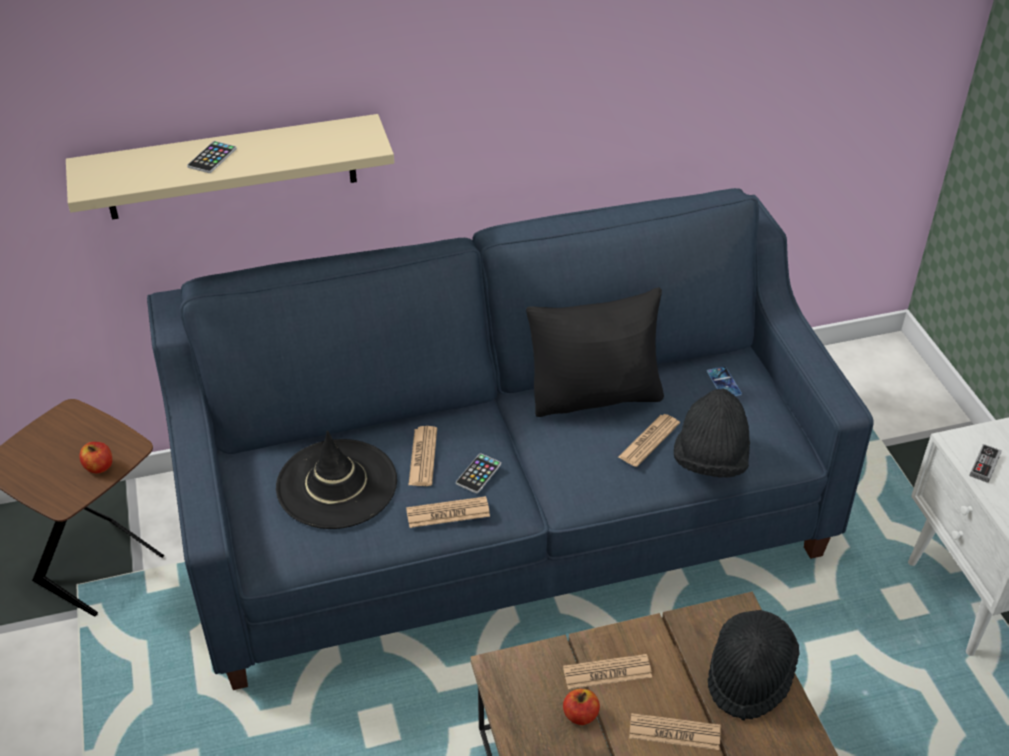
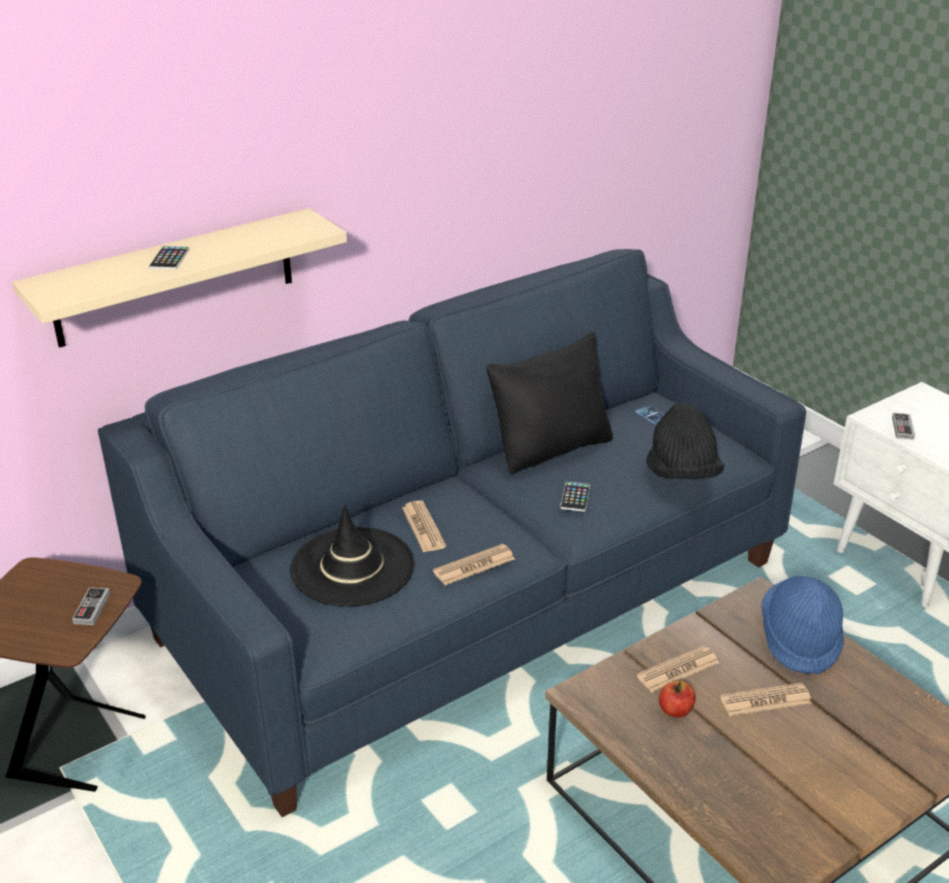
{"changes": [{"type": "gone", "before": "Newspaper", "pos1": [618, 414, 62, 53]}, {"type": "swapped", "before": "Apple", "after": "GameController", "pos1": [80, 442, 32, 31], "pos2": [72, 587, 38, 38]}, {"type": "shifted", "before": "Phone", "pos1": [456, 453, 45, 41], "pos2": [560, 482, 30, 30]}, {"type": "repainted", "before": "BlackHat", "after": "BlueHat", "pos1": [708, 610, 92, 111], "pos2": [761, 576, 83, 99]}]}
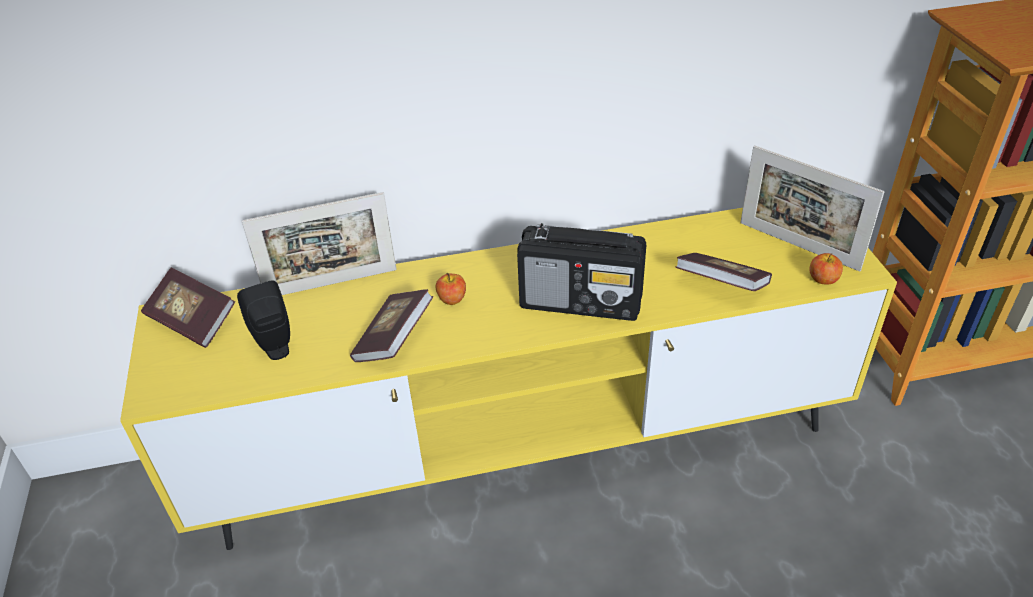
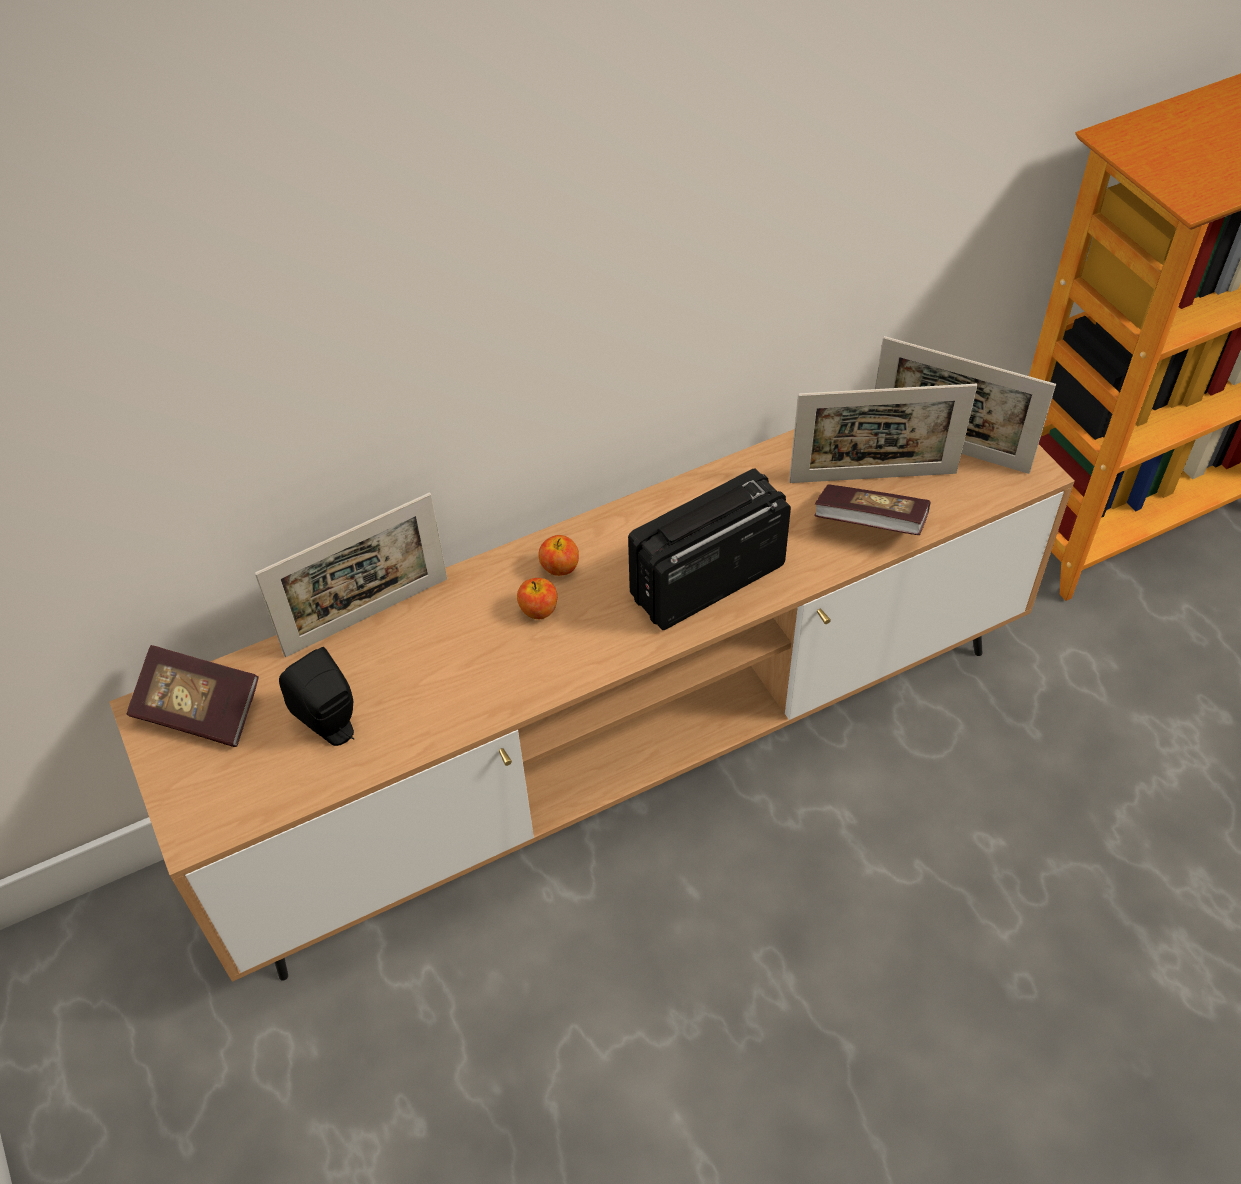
{"changes": [{"type": "repainted", "before": "YellowTvStand", "after": "BrownTvStand", "pos1": [120, 208, 777, 342], "pos2": [109, 429, 966, 553]}, {"type": "rotated", "before": "Radio", "pos1": [517, 223, 129, 98], "pos2": [628, 468, 163, 162], "turn": 150}, {"type": "shifted", "before": "Apple", "pos1": [809, 253, 34, 31], "pos2": [538, 535, 41, 41]}, {"type": "gone", "before": "Book", "pos1": [350, 289, 83, 73]}, {"type": "new", "after": "PictureFrame", "pos2": [789, 384, 188, 99]}]}
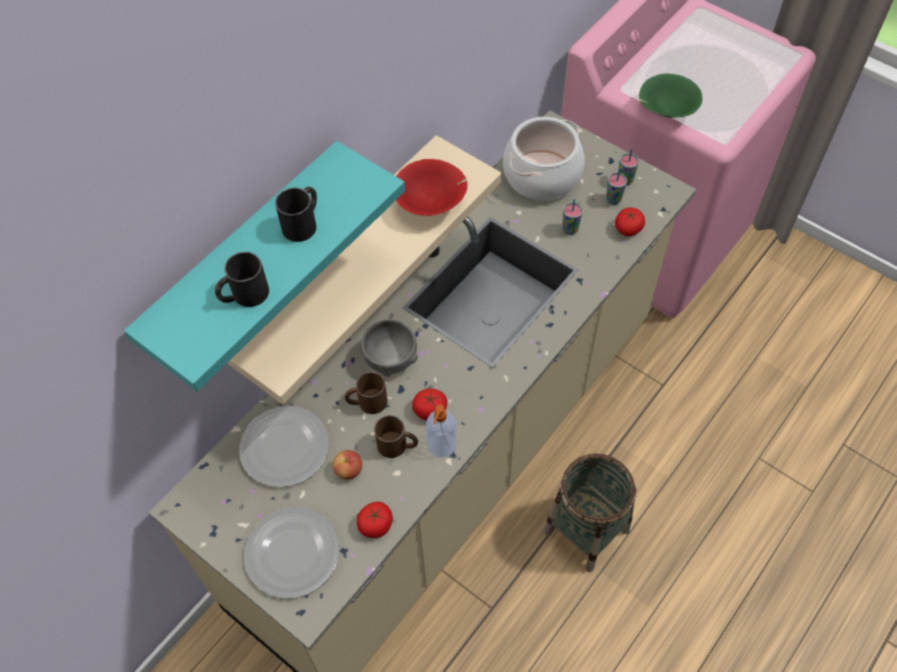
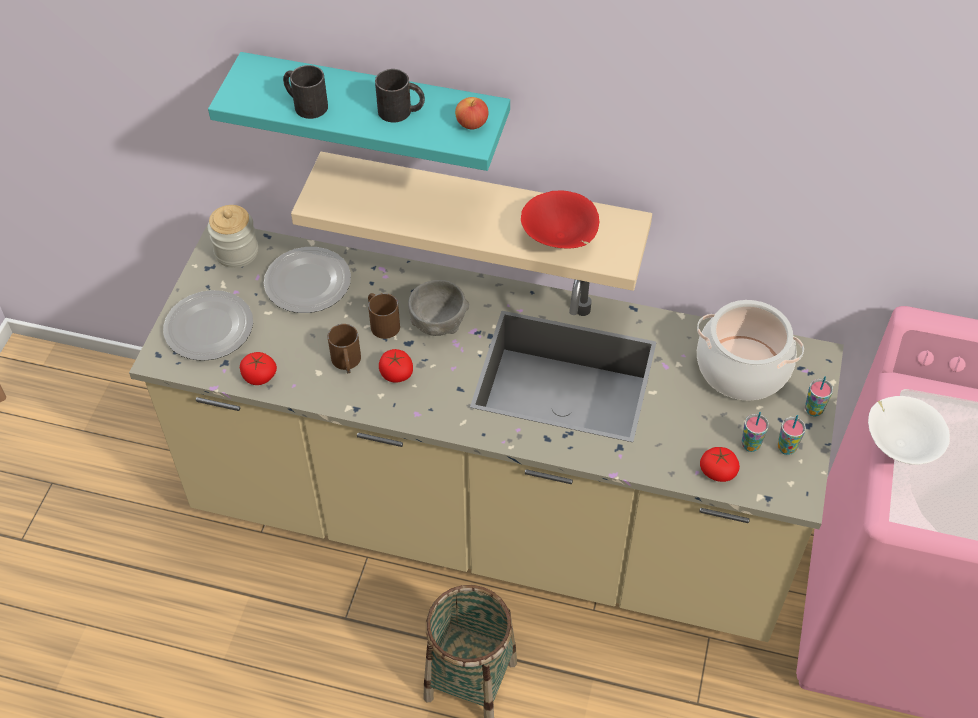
{"changes": [{"type": "repainted", "before": "GreenBowl", "after": "WhiteBowl", "pos1": [639, 73, 63, 45], "pos2": [868, 396, 82, 69]}, {"type": "shifted", "before": "Cup", "pos1": [562, 199, 21, 36], "pos2": [805, 376, 28, 40]}, {"type": "gone", "before": "SoapDispenser", "pos1": [426, 405, 30, 52]}, {"type": "shifted", "before": "Apple", "pos1": [333, 450, 29, 30], "pos2": [455, 97, 34, 32]}, {"type": "new", "after": "Jar", "pos2": [208, 205, 50, 63]}]}
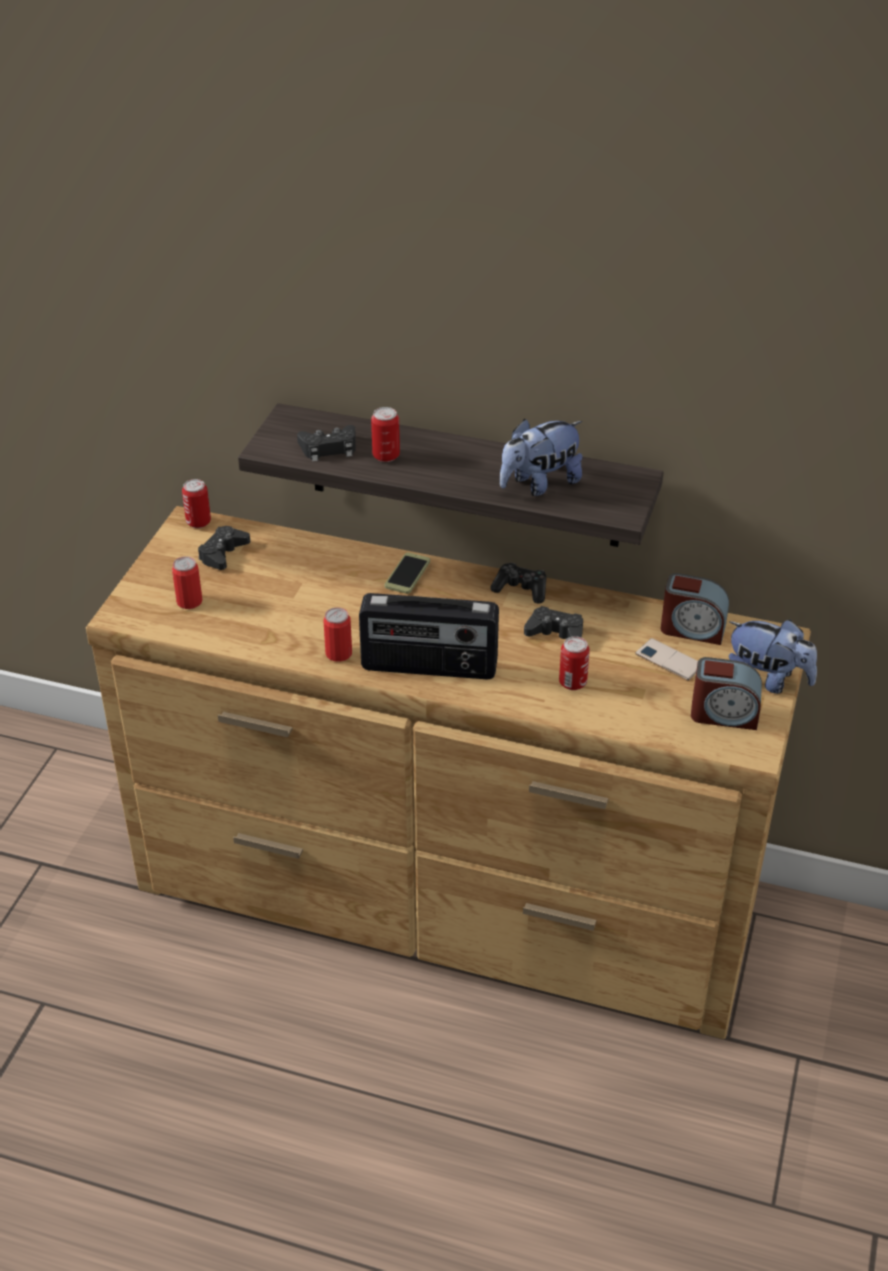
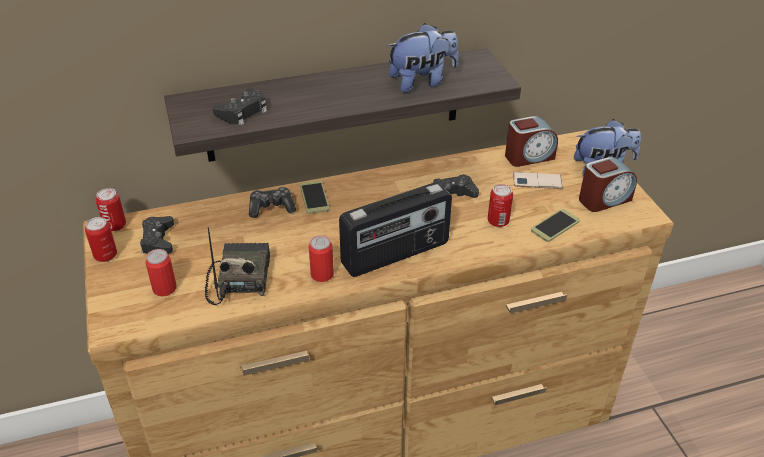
{"changes": [{"type": "shifted", "before": "Can", "pos1": [371, 407, 29, 55], "pos2": [85, 217, 32, 45]}, {"type": "rotated", "before": "PlushToy", "pos1": [500, 419, 83, 77], "pos2": [387, 23, 72, 70], "turn": -135}, {"type": "shifted", "before": "GameController", "pos1": [491, 563, 56, 41], "pos2": [249, 187, 47, 31]}, {"type": "new", "after": "Phone", "pos2": [531, 209, 49, 33]}, {"type": "new", "after": "Radio", "pos2": [205, 227, 65, 78]}]}
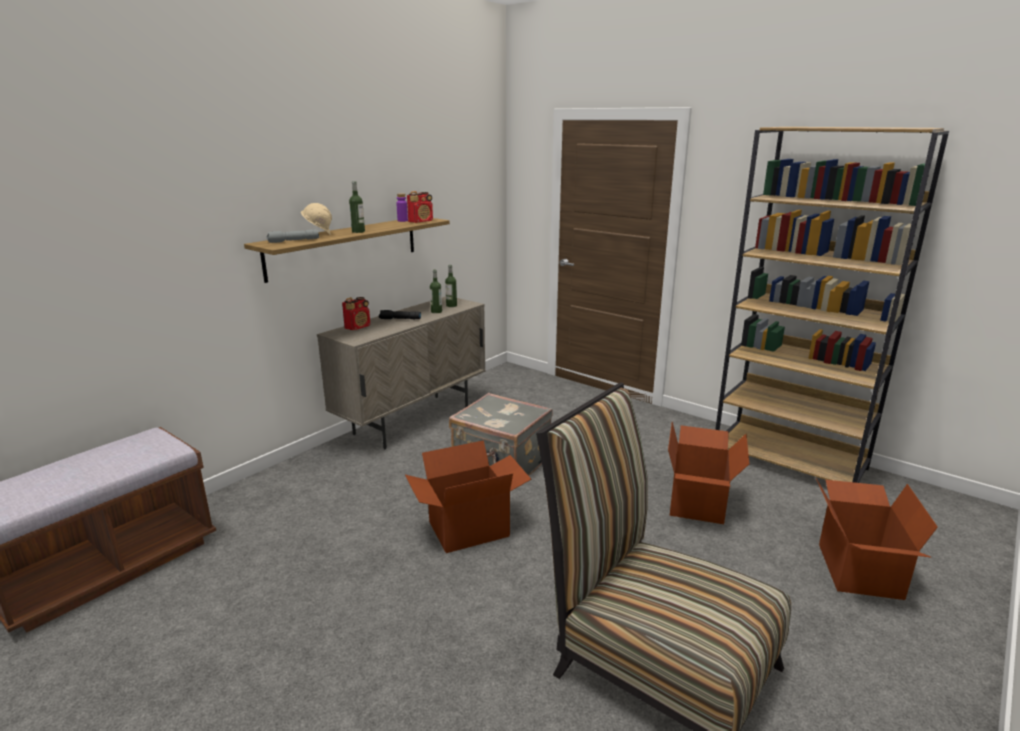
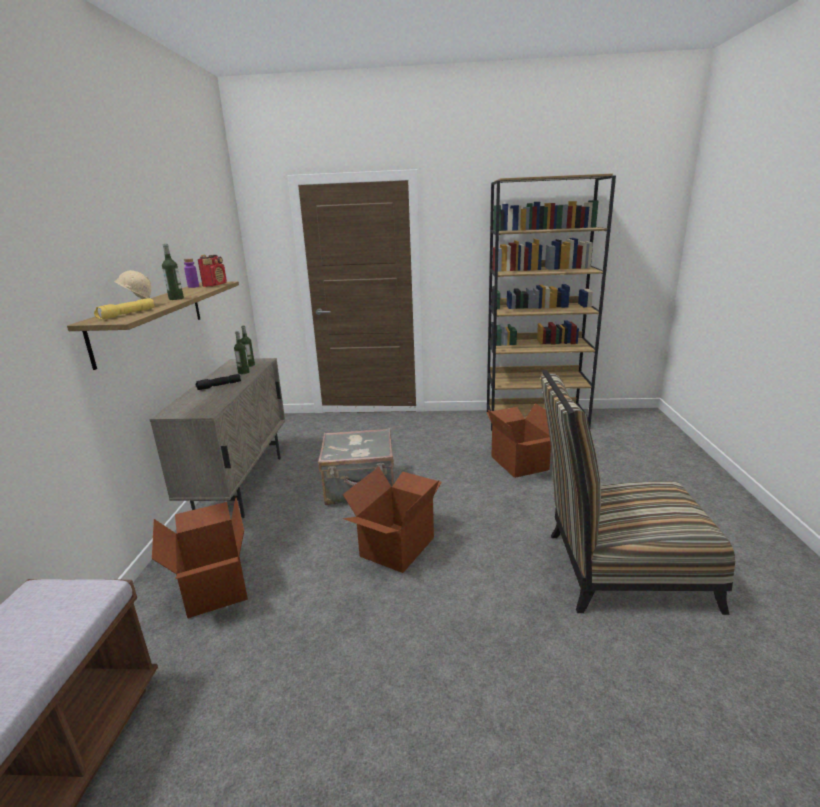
{"changes": [{"type": "repainted", "before": "GreyFlashlight", "after": "YellowFlashlight", "pos1": [267, 229, 52, 14], "pos2": [94, 298, 61, 21]}, {"type": "gone", "before": "Radio", "pos1": [342, 297, 28, 33]}, {"type": "shifted", "before": "CardboardBox", "pos1": [816, 478, 122, 122], "pos2": [152, 497, 96, 121]}]}
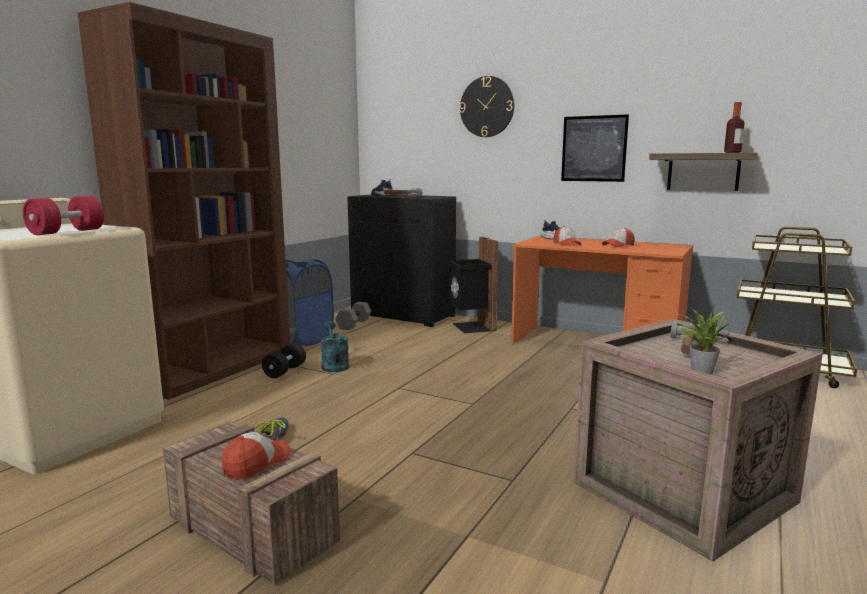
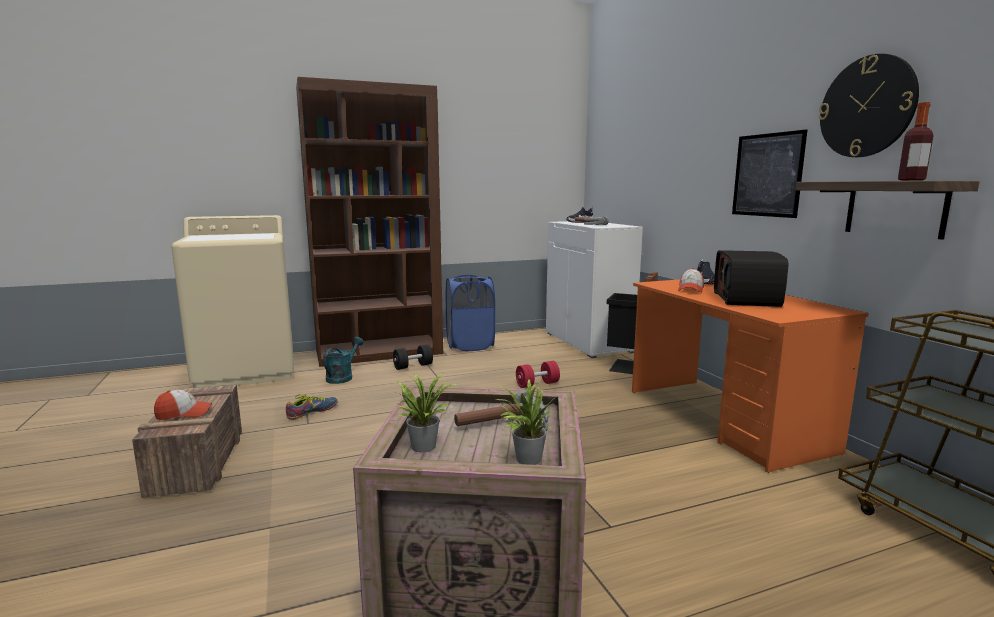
{"changes": [{"type": "shifted", "before": "WallClock", "pos1": [460, 76, 55, 61], "pos2": [818, 54, 101, 103]}, {"type": "repainted", "before": "BlackCabinet", "after": "WhiteCabinet", "pos1": [347, 195, 109, 132], "pos2": [546, 221, 97, 137]}, {"type": "shifted", "before": "RedDumbbell", "pos1": [23, 196, 81, 39], "pos2": [516, 361, 44, 27]}, {"type": "swapped", "before": "Cap", "after": "Radio", "pos1": [602, 228, 33, 19], "pos2": [714, 250, 75, 57]}, {"type": "gone", "before": "GreyDumbbell", "pos1": [335, 302, 36, 28]}, {"type": "shifted", "before": "TurquoiseWateringCan", "pos1": [321, 321, 28, 51], "pos2": [323, 337, 41, 47]}, {"type": "new", "after": "PottedPlant", "pos2": [497, 379, 60, 86]}]}
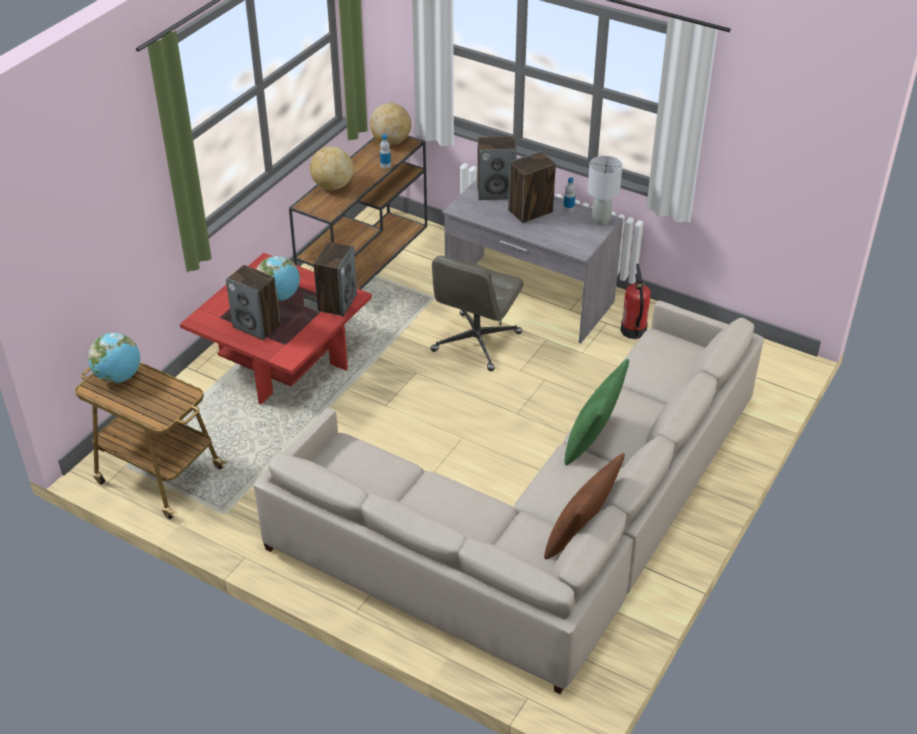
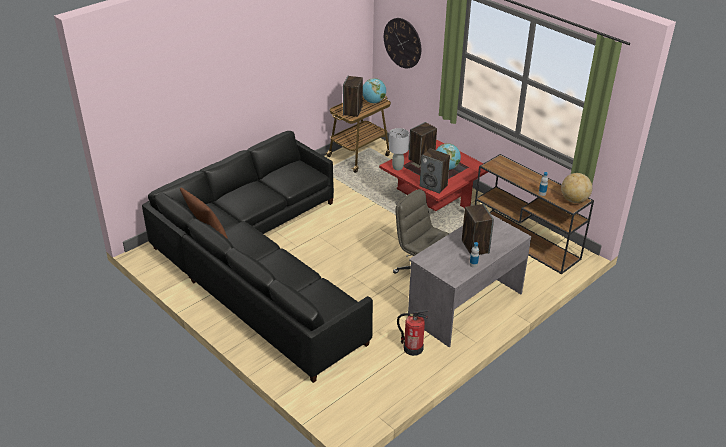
{"changes": [{"type": "shifted", "before": "Speaker", "pos1": [477, 136, 40, 64], "pos2": [343, 76, 20, 41]}, {"type": "gone", "before": "Globe", "pos1": [310, 146, 43, 44]}, {"type": "shifted", "before": "GreyTableLamp", "pos1": [588, 156, 35, 70], "pos2": [389, 128, 20, 42]}, {"type": "repainted", "before": "BeigeSofa", "after": "BlackSofa", "pos1": [253, 300, 511, 394], "pos2": [142, 131, 231, 252]}, {"type": "gone", "before": "GreenPillow", "pos1": [564, 359, 65, 106]}, {"type": "new", "after": "WallClock", "pos2": [384, 18, 37, 50]}]}
